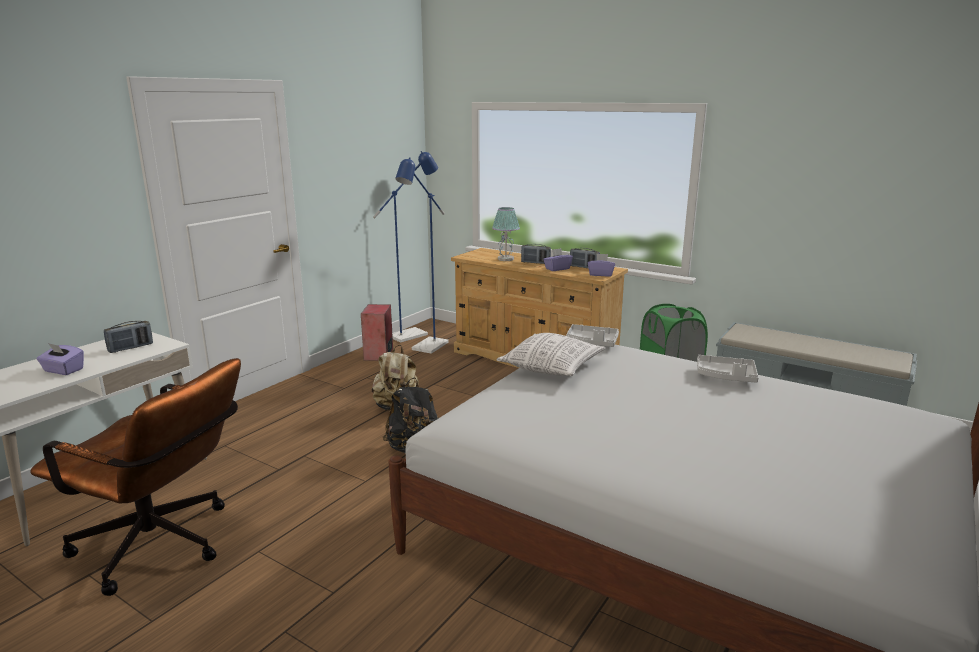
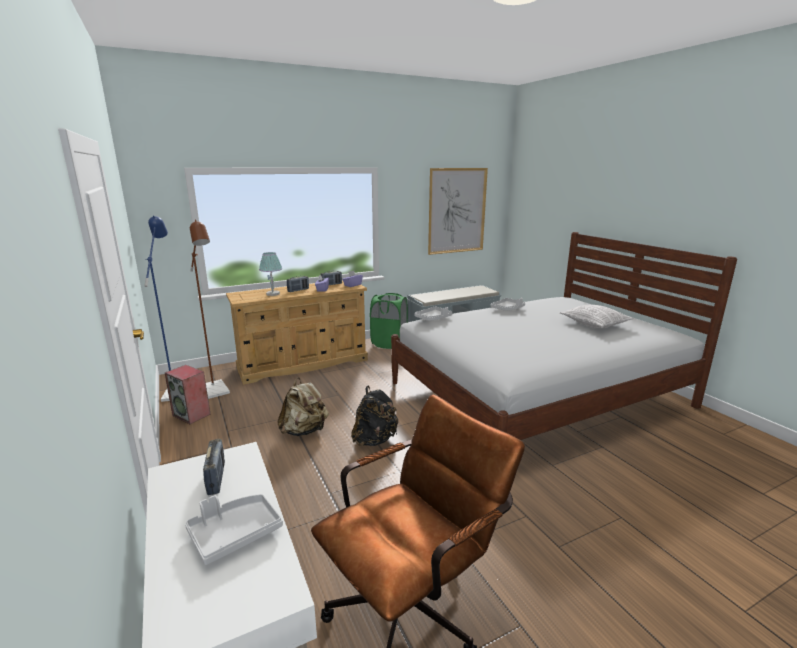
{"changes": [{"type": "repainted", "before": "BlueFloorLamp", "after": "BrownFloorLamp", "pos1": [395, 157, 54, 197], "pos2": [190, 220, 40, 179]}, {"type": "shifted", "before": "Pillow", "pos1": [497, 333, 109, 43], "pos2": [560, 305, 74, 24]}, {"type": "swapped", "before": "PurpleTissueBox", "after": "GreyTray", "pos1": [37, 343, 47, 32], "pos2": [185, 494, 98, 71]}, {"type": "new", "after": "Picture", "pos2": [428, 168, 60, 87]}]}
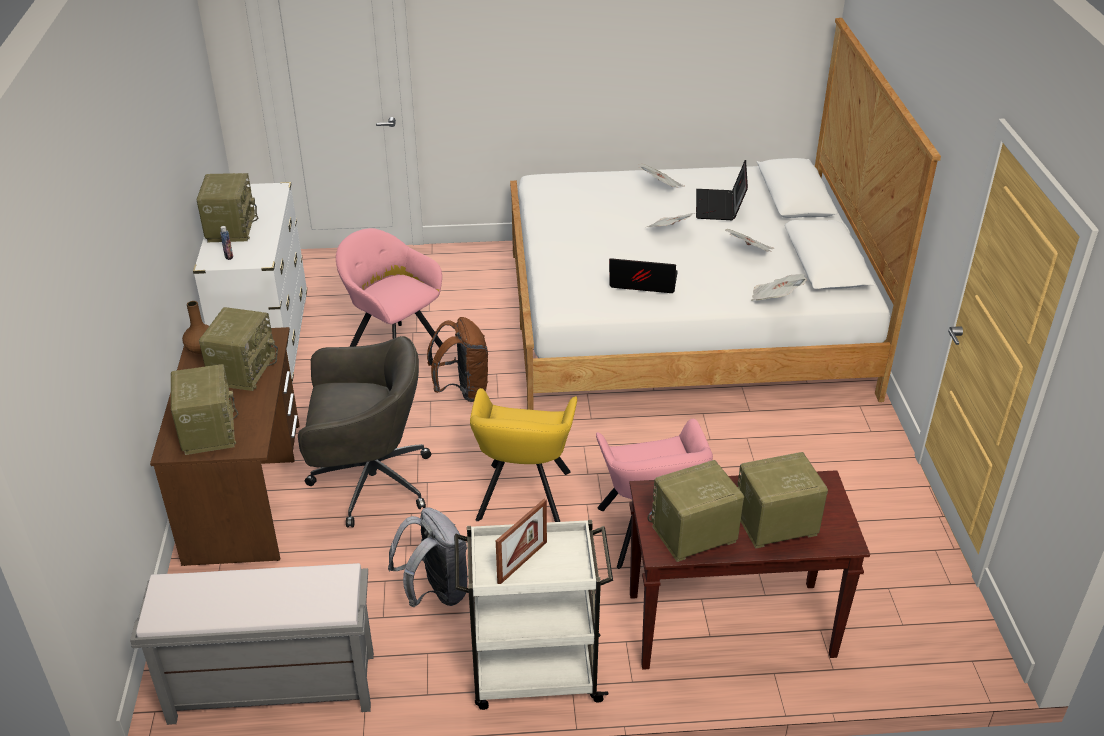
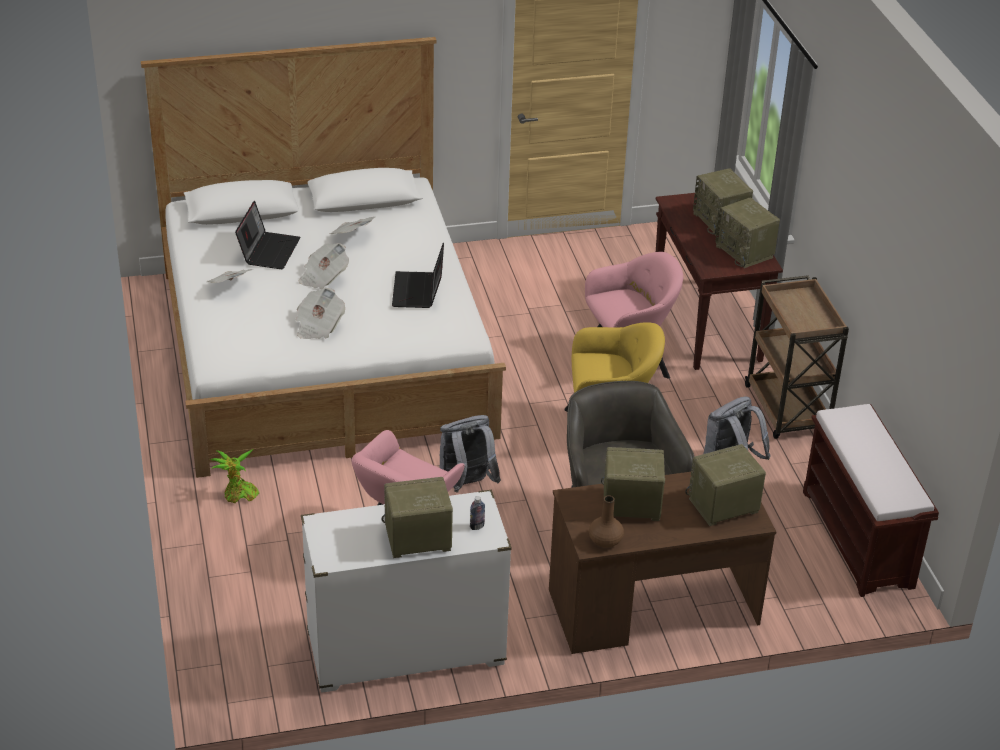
{"changes": [{"type": "rotated", "before": "Laptop", "pos1": [696, 160, 52, 60], "pos2": [235, 201, 66, 68], "turn": -75}, {"type": "shifted", "before": "Newspaper", "pos1": [751, 274, 56, 27], "pos2": [296, 288, 49, 51]}, {"type": "repainted", "before": "BrownBackpack", "after": "GreyBackpack", "pos1": [427, 317, 62, 85], "pos2": [440, 415, 61, 78]}, {"type": "gone", "before": "PictureFrame", "pos1": [496, 499, 51, 85]}, {"type": "repainted", "before": "WhiteCart", "after": "BrownCart", "pos1": [454, 520, 159, 190], "pos2": [745, 275, 104, 164]}, {"type": "repainted", "before": "GreyBench", "after": "BrownBench", "pos1": [130, 563, 244, 162], "pos2": [803, 404, 136, 193]}, {"type": "new", "after": "PottedPlant", "pos2": [210, 449, 49, 55]}]}
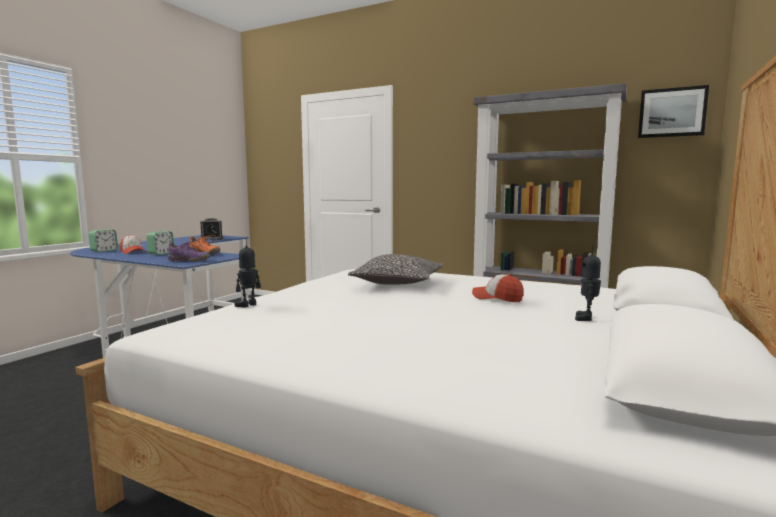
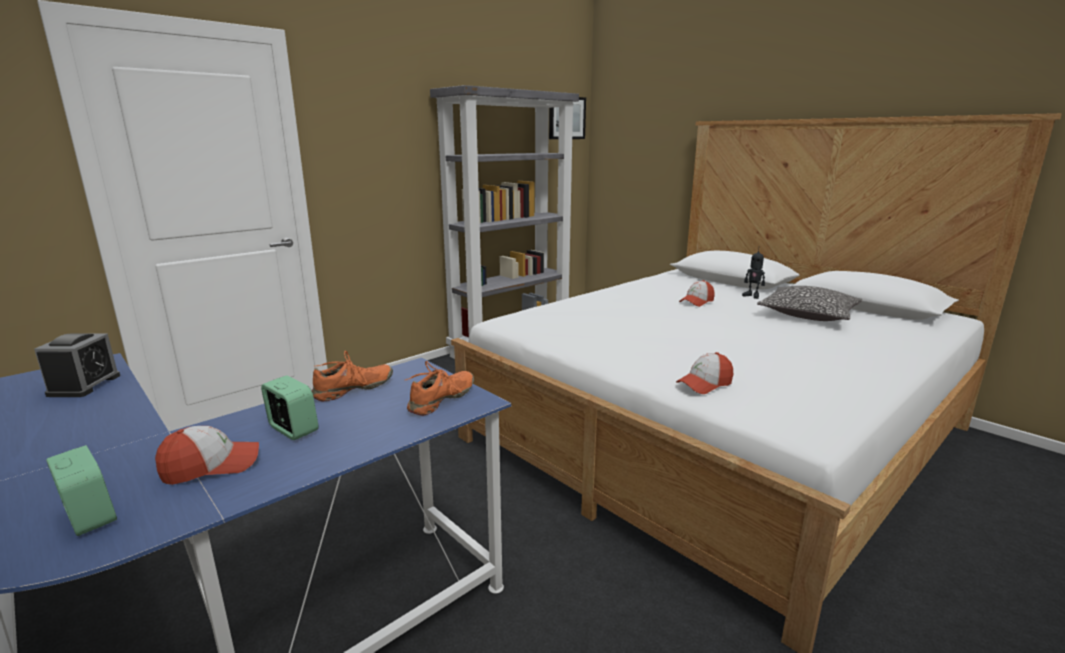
{"changes": [{"type": "repainted", "before": "PurpleShoe", "after": "OrangeShoe", "pos1": [168, 240, 42, 22], "pos2": [404, 361, 70, 55]}, {"type": "swapped", "before": "ToyRobot", "after": "Cap", "pos1": [234, 243, 27, 64], "pos2": [676, 352, 57, 42]}, {"type": "shifted", "before": "Pillow", "pos1": [348, 254, 96, 31], "pos2": [757, 286, 106, 35]}]}
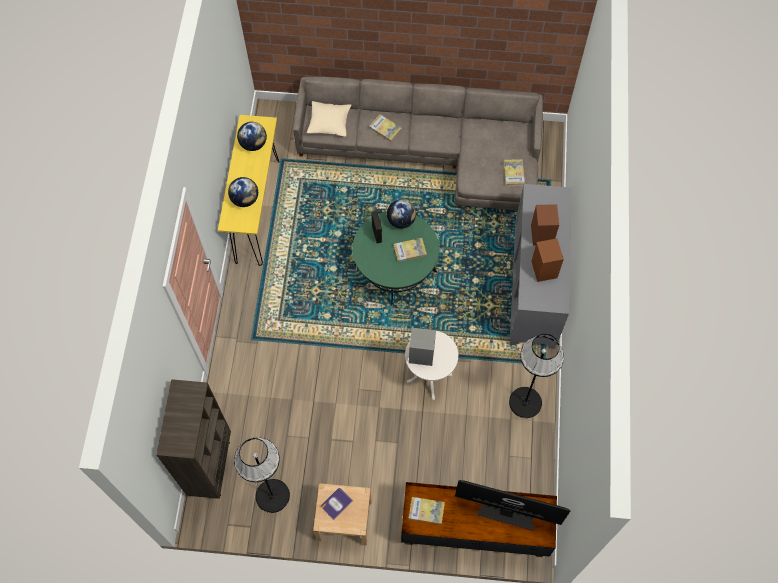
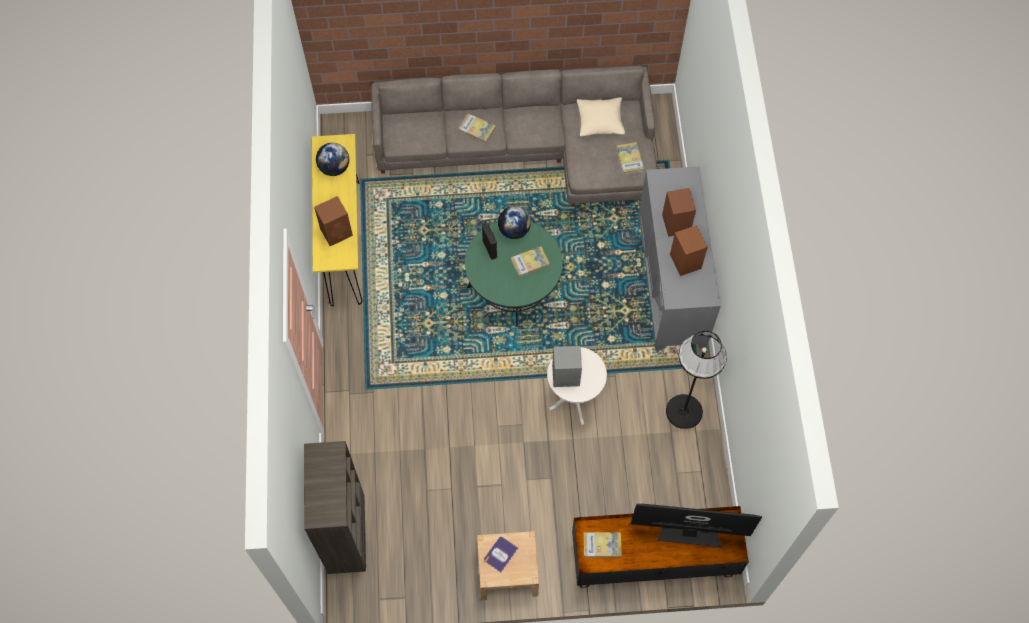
{"changes": [{"type": "shifted", "before": "BeigePillow", "pos1": [307, 101, 44, 36], "pos2": [577, 97, 48, 39]}, {"type": "swapped", "before": "Globe", "after": "BrownSpeaker", "pos1": [228, 177, 30, 30], "pos2": [314, 196, 39, 50]}, {"type": "gone", "before": "BlackFloorLamp", "pos1": [234, 437, 56, 76]}]}
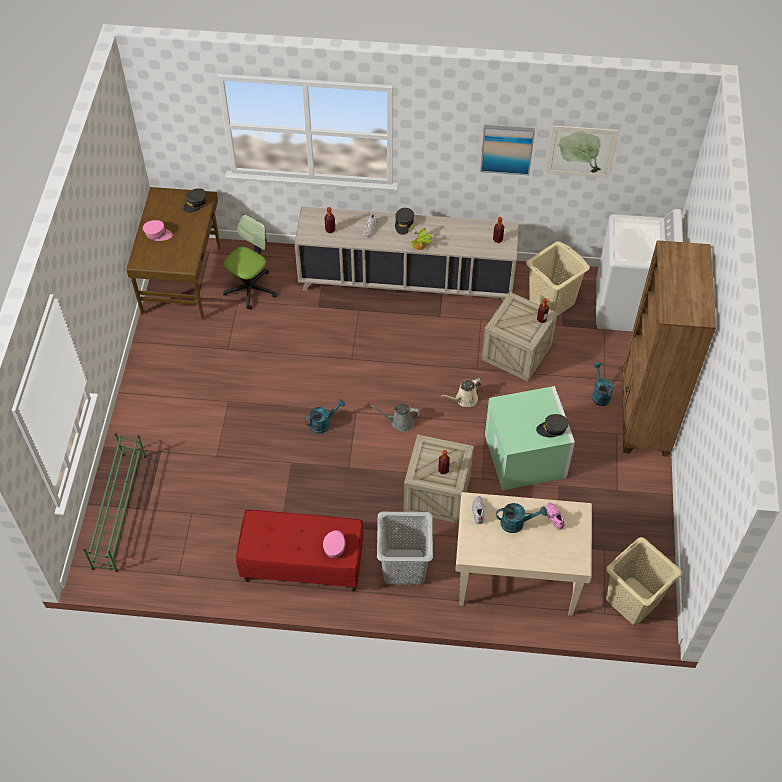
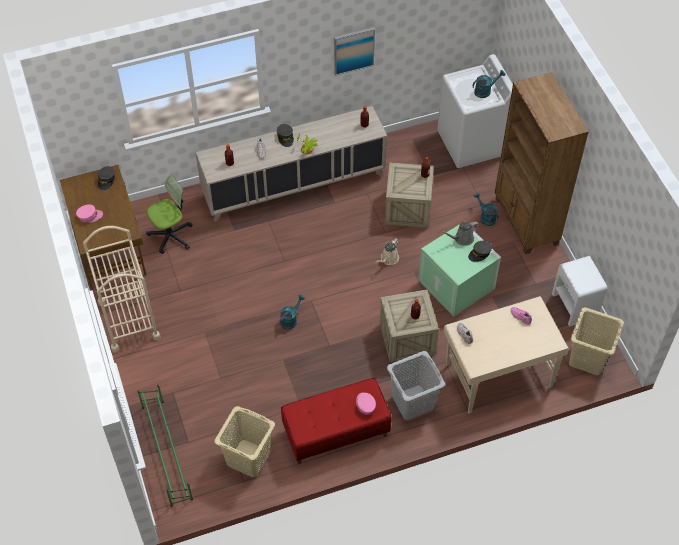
{"changes": [{"type": "gone", "before": "Picture", "pos1": [546, 126, 73, 52]}, {"type": "rotated", "before": "OfficeChair", "pos1": [223, 214, 54, 96], "pos2": [146, 175, 47, 79], "turn": 45}, {"type": "shifted", "before": "BeigeLaundryBasket", "pos1": [526, 241, 64, 75], "pos2": [215, 406, 60, 71]}, {"type": "shifted", "before": "GreyWateringCan", "pos1": [371, 404, 49, 28], "pos2": [441, 221, 38, 25]}, {"type": "shifted", "before": "TurquoiseWateringCan", "pos1": [496, 503, 51, 30], "pos2": [473, 70, 32, 28]}, {"type": "new", "after": "BeigeCart", "pos2": [83, 226, 78, 126]}, {"type": "new", "after": "WhiteNightstand", "pos2": [552, 256, 55, 71]}]}
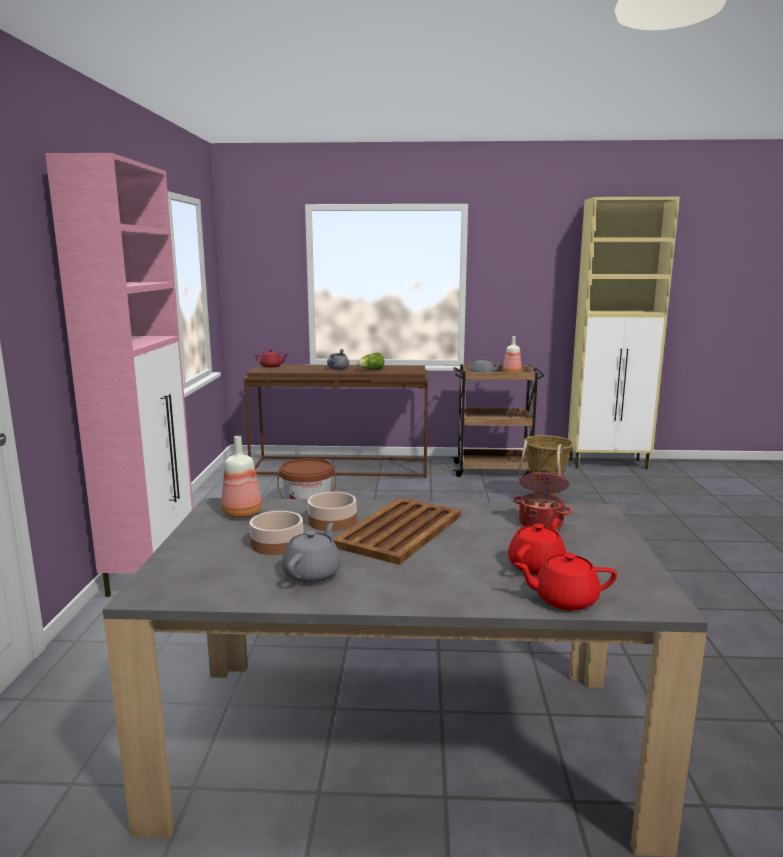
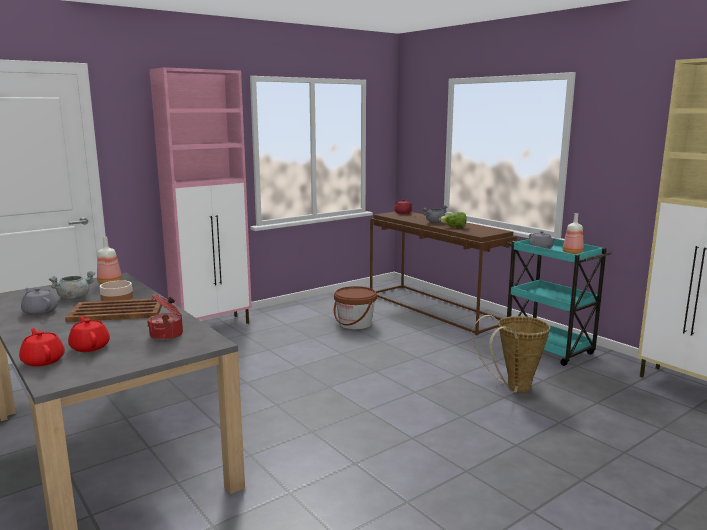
{"changes": [{"type": "repainted", "before": "BrownCart", "after": "TurquoiseCart", "pos1": [451, 364, 94, 113], "pos2": [507, 238, 105, 128]}, {"type": "swapped", "before": "Bowl", "after": "GreyCookingPot", "pos1": [250, 511, 53, 44], "pos2": [49, 271, 47, 29]}, {"type": "rotated", "before": "RedTeapot", "pos1": [508, 519, 58, 56], "pos2": [68, 316, 42, 36], "turn": -120}, {"type": "rotated", "before": "GreyTeapot", "pos1": [282, 522, 59, 61], "pos2": [21, 287, 37, 29], "turn": -120}]}
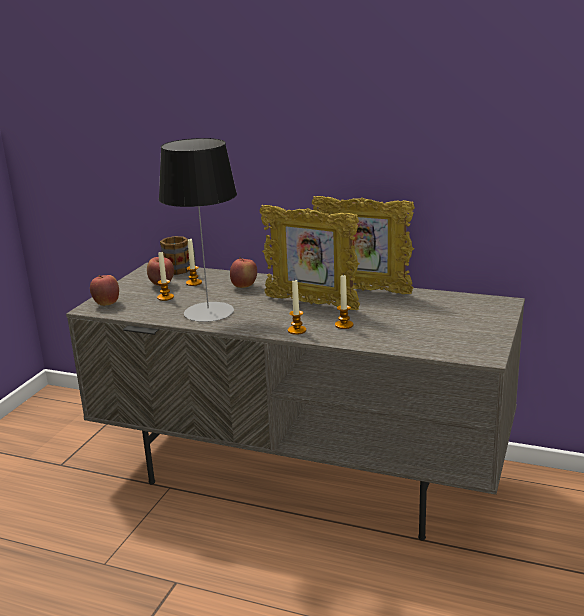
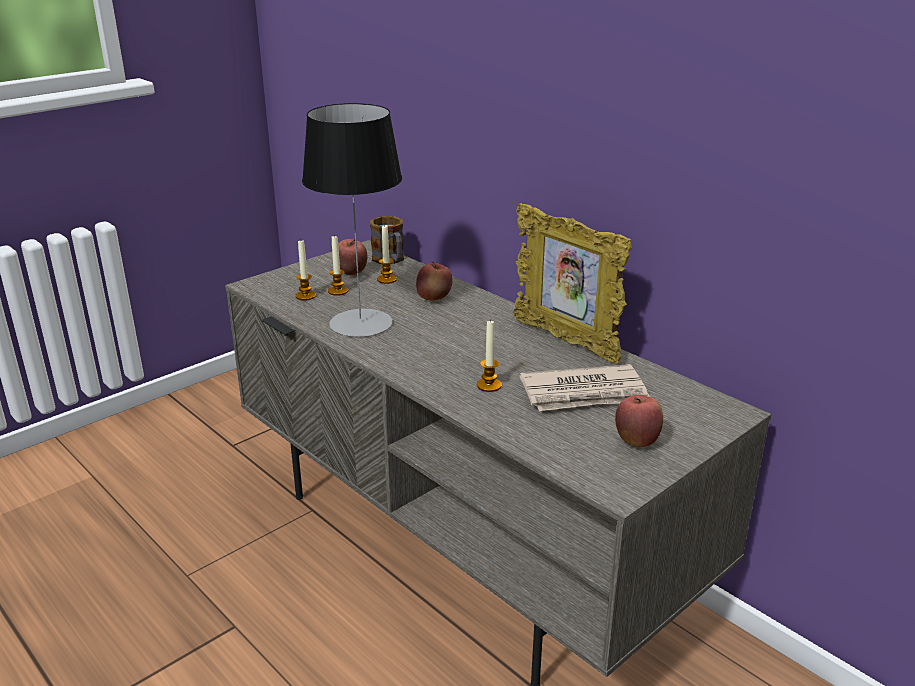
{"changes": [{"type": "gone", "before": "PictureFrame", "pos1": [260, 205, 100, 105]}, {"type": "shifted", "before": "Apple", "pos1": [90, 275, 29, 31], "pos2": [615, 395, 48, 52]}, {"type": "shifted", "before": "Candle", "pos1": [288, 280, 18, 55], "pos2": [295, 241, 21, 60]}, {"type": "new", "after": "Newspaper", "pos2": [519, 364, 131, 47]}]}
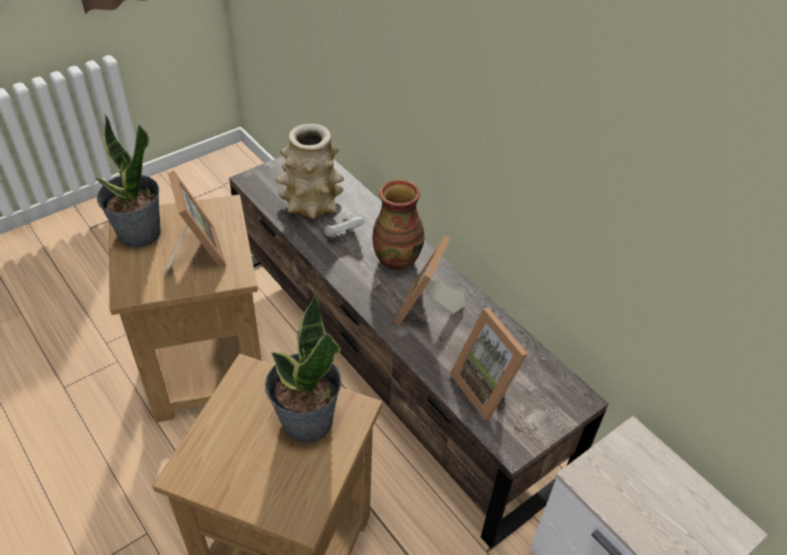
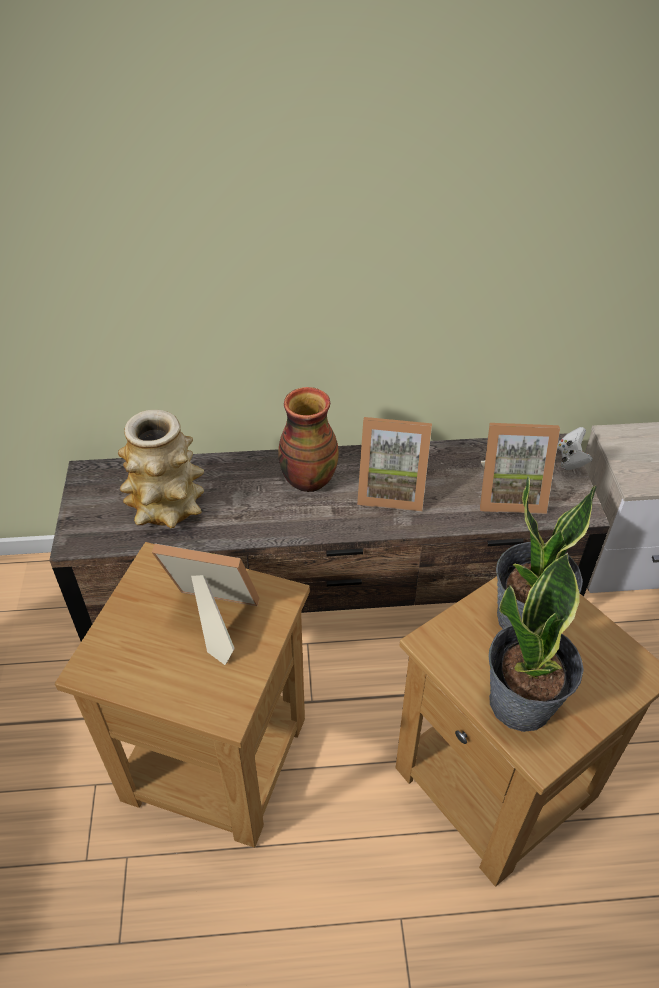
{"changes": [{"type": "shifted", "before": "PottedPlant", "pos1": [96, 115, 65, 132], "pos2": [488, 553, 96, 179]}, {"type": "shifted", "before": "WhiteGameController", "pos1": [324, 217, 41, 21], "pos2": [557, 427, 36, 43]}, {"type": "rotated", "before": "PictureFrame", "pos1": [394, 235, 71, 90], "pos2": [357, 417, 75, 95], "turn": -45}]}
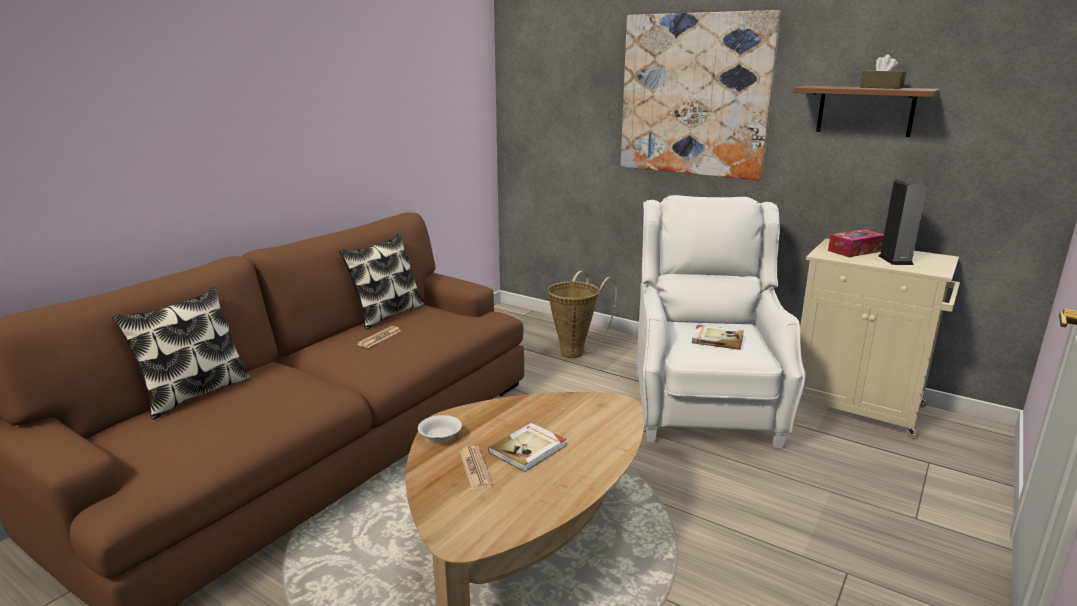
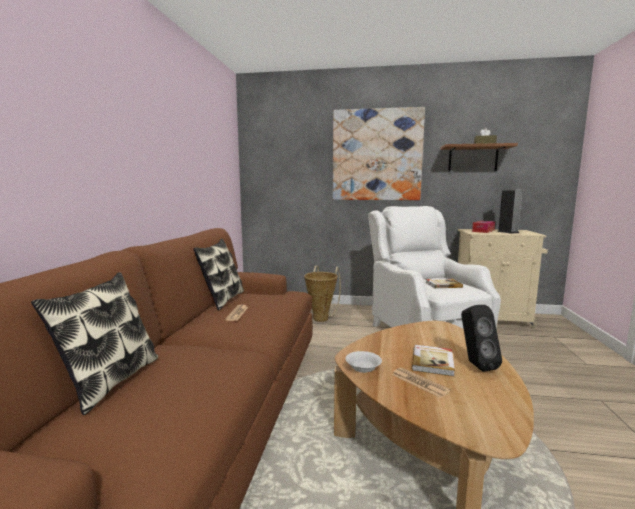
{"changes": [{"type": "new", "after": "BlackSpeaker", "pos2": [461, 305, 41, 67]}]}
